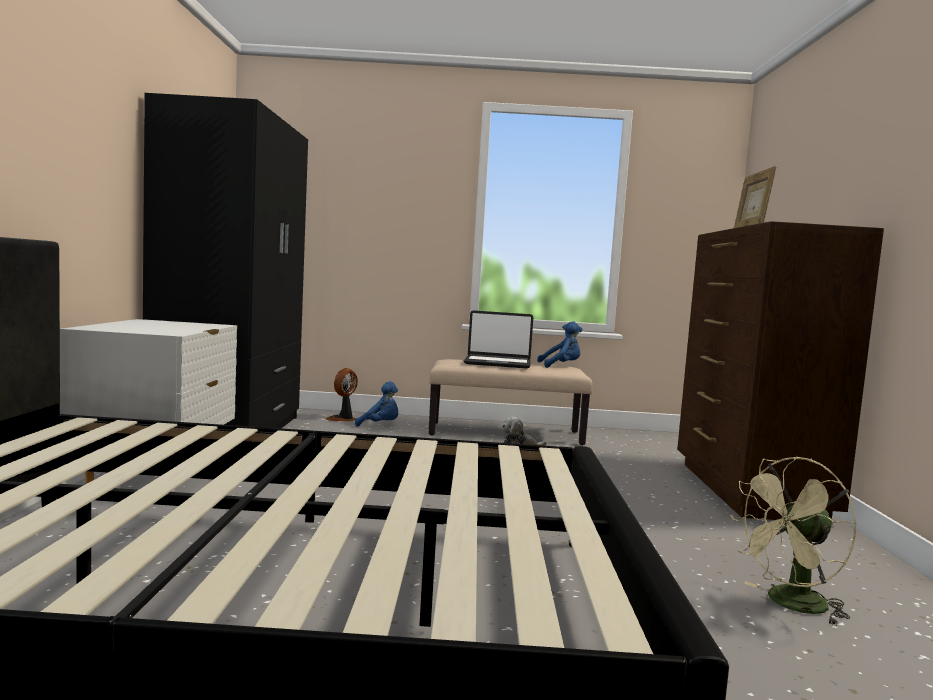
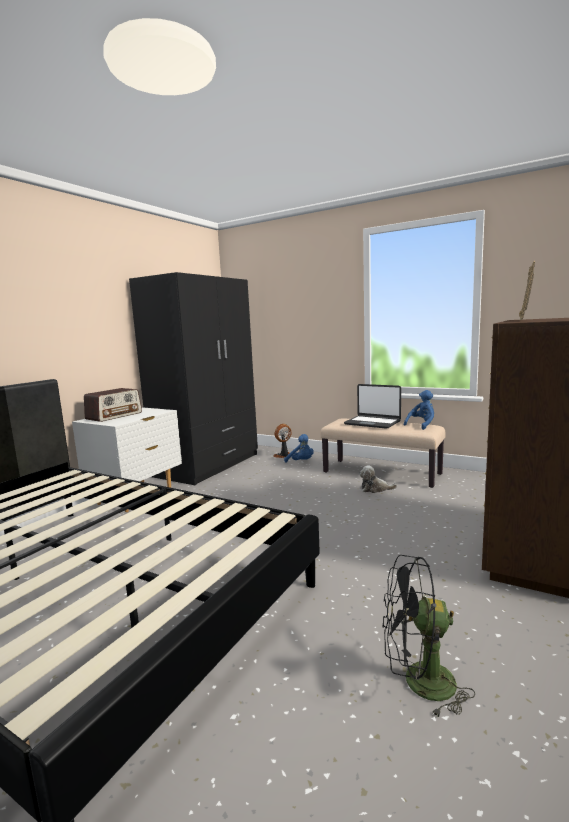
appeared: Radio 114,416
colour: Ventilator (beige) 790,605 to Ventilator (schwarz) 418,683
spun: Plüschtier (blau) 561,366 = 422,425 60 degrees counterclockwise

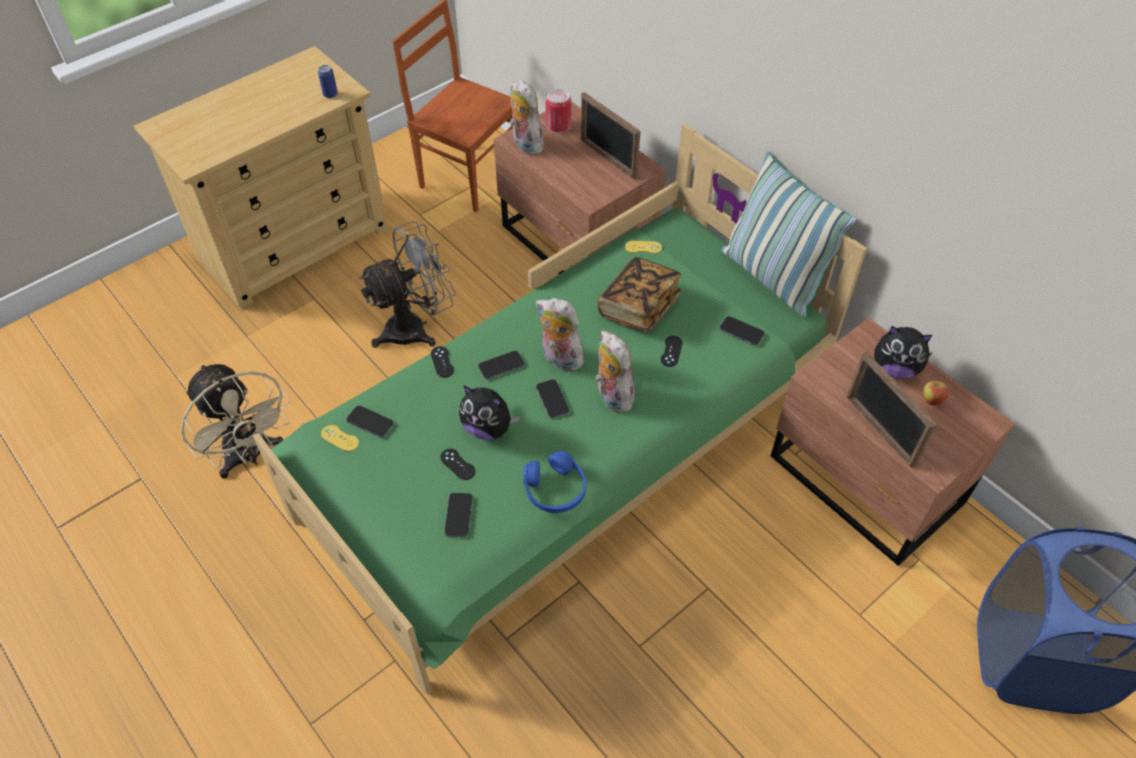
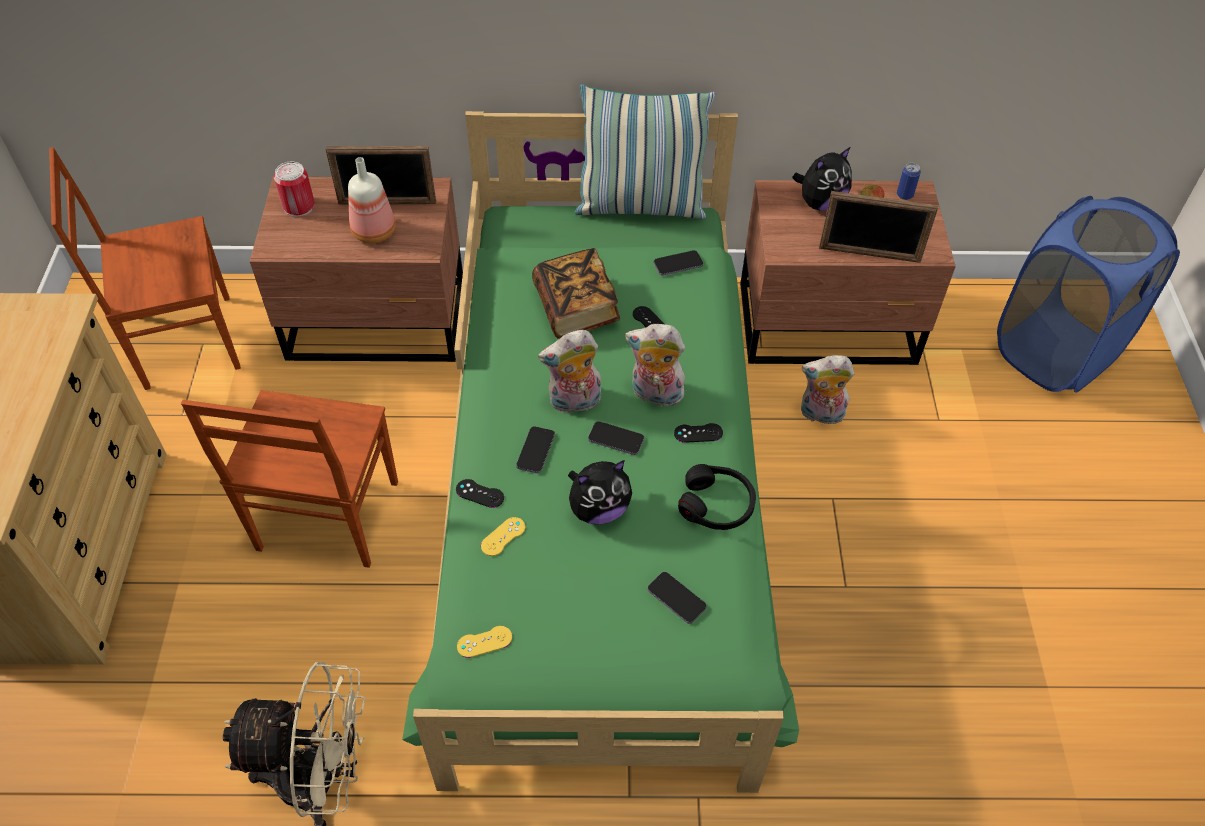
missing: Handy 370,422
appeared: Flasche 372,232
relocated: Gamepad (gelb) 643,247 to 503,536; Gamepad (schwarz) 457,464 to 698,433; Plüschtier 525,144 to 820,415; Dose 330,94 to 904,195
exchanged: Ventilator (grau) 415,327 to Stuhl (braun) 325,517
colour: Kopfhörer (blau) 555,489 to Kopfhörer (schwarz) 717,504

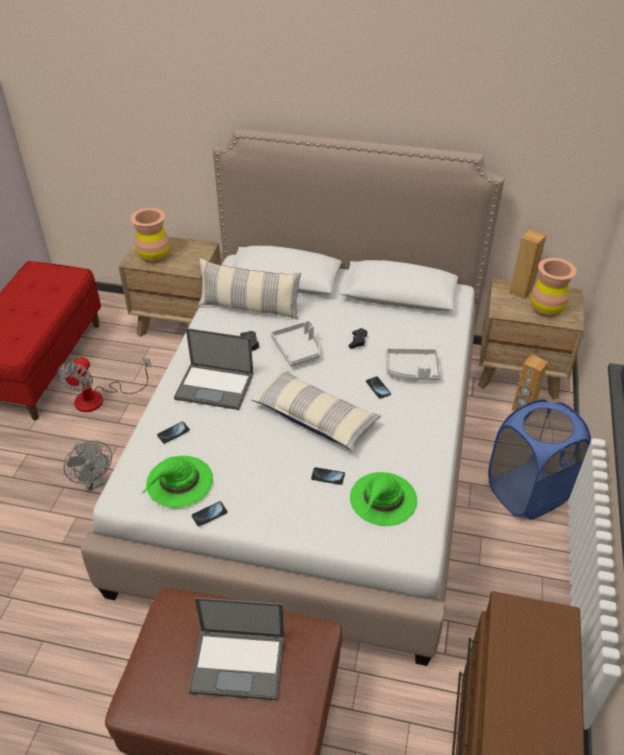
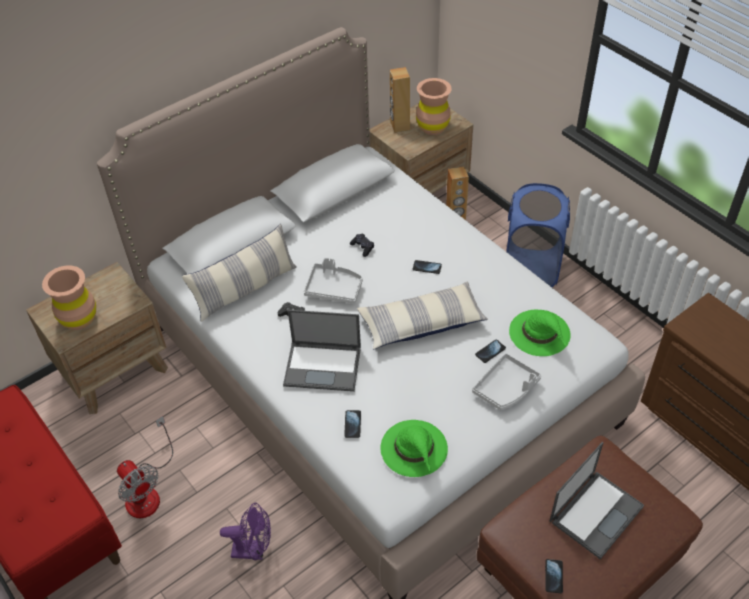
relocated: Tablett (grau) 412,370 to 506,388; Handy 209,514 to 553,576
colour: Ventilator (grau) 93,482 to Ventilator (lila) 254,550
spun: Laptop 215,386 = 324,366 45 degrees clockwise

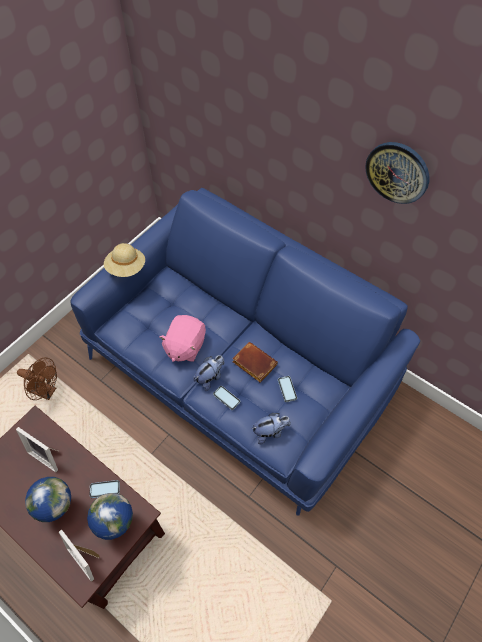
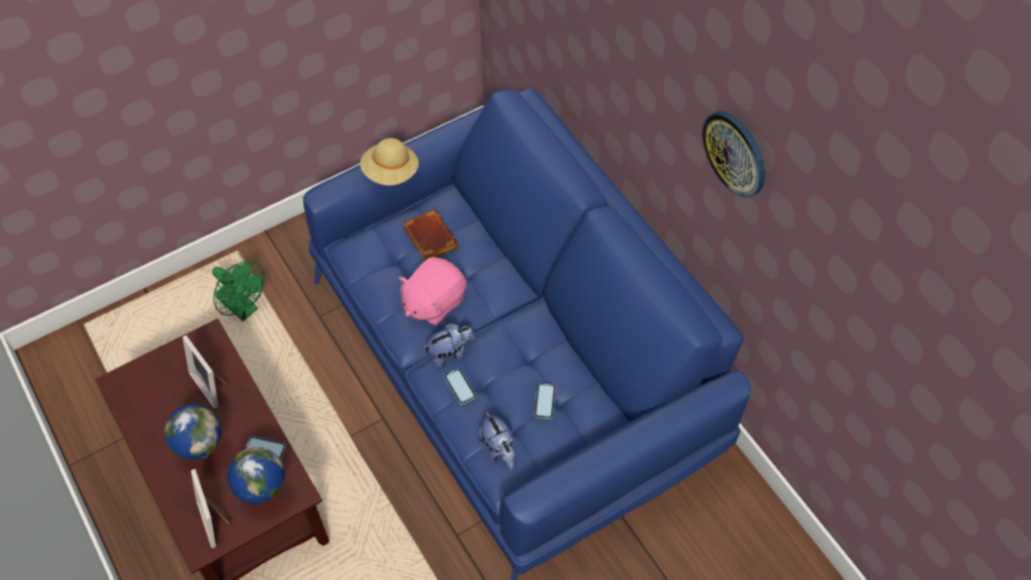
relocated: Buch (braun) 253,364 to 428,238
colour: Ventilator (braun) 46,391 to Ventilator (grün) 244,309
spun: Plüschtier 270,432 = 499,449 60 degrees clockwise

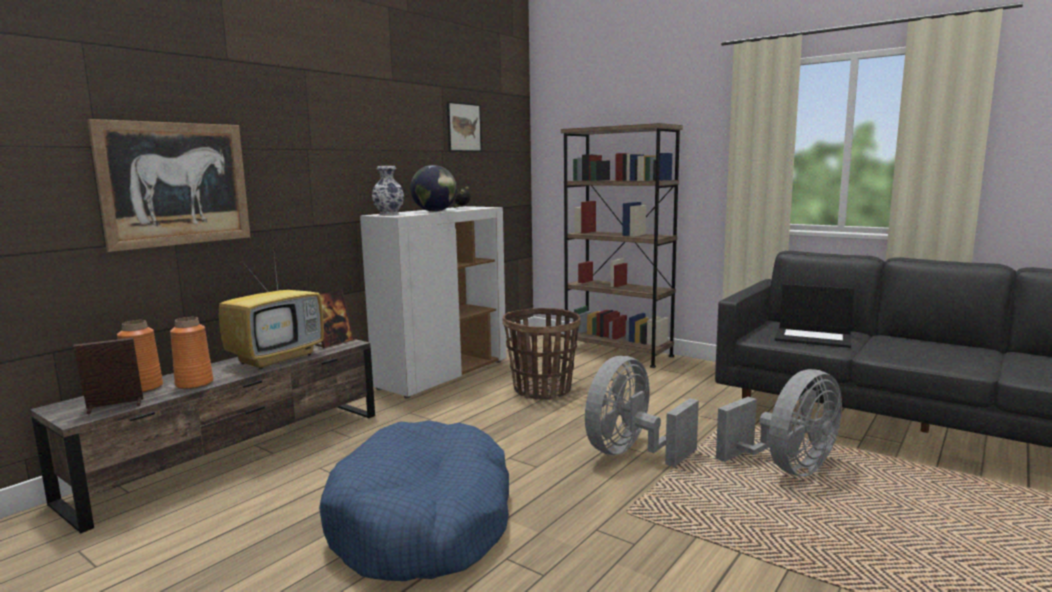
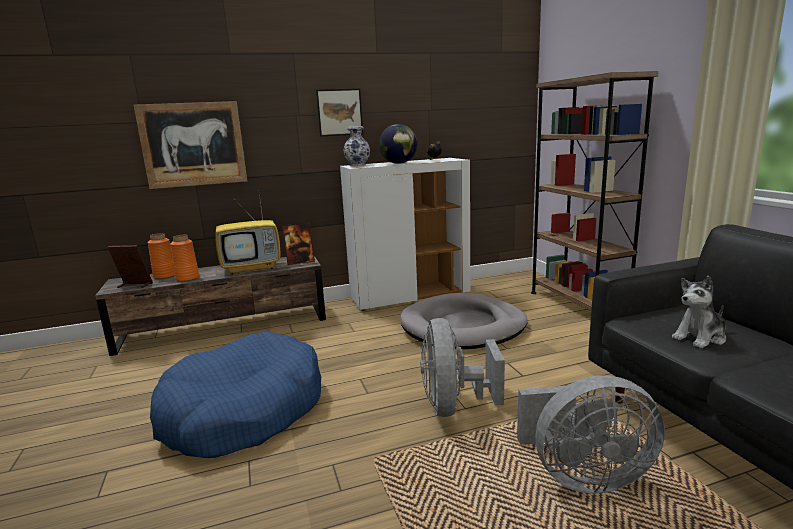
relocated: Bild 464,127 to 339,112
exchanged: Korb 542,390 to Hundebett (grau) 463,326; Laptop 814,338 to Plüschtier 700,337
spun: Ventilator (grau) 631,453 = 454,406 75 degrees counterclockwise

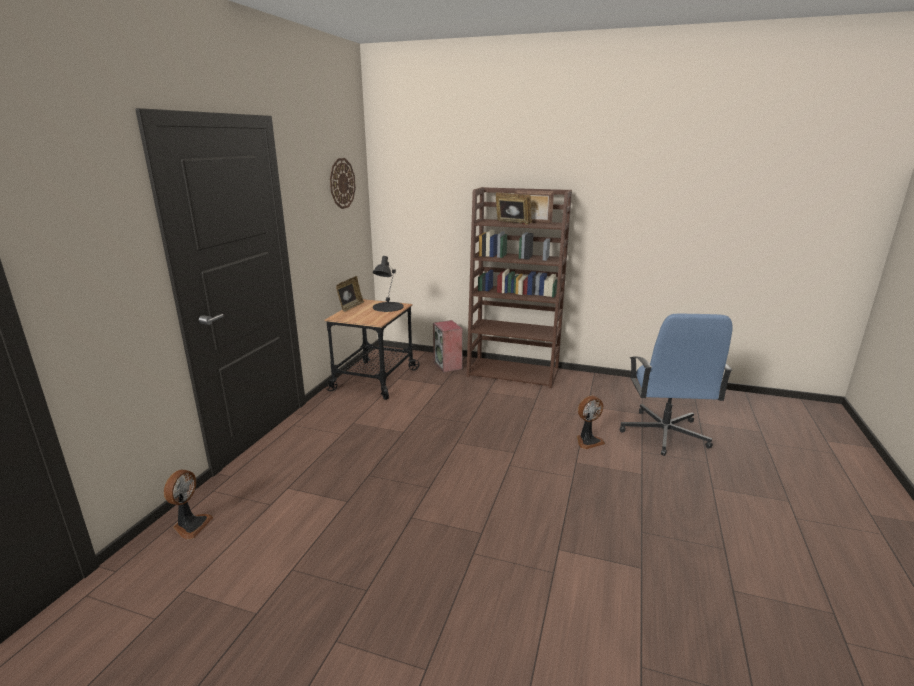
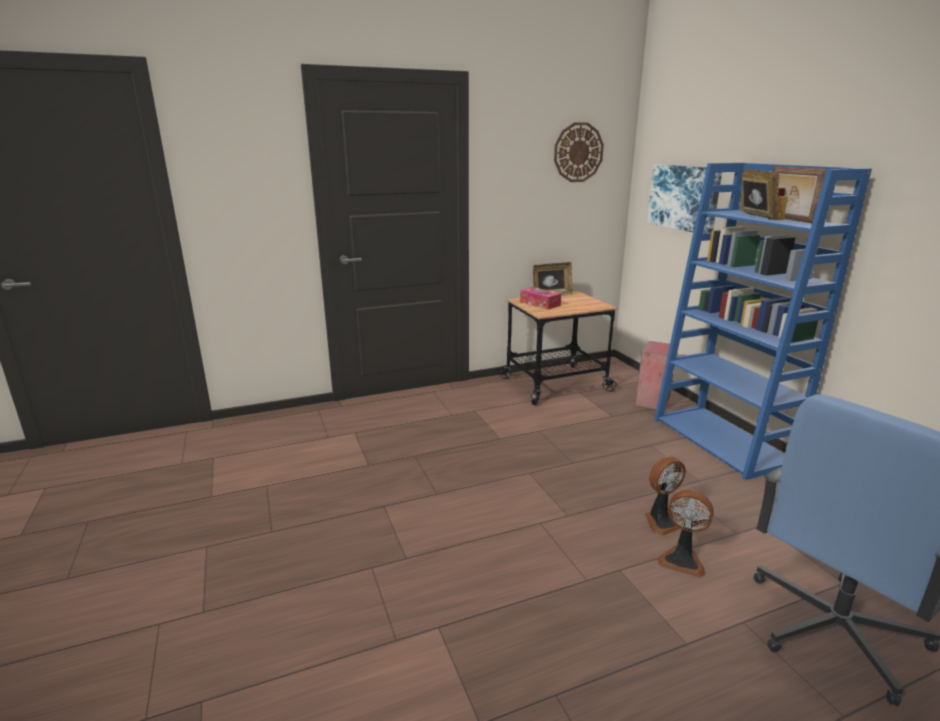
missing: Tischlampe (schwarz) 387,307
appeared: Taschentuchbox 540,304; Bild 684,198
relocated: Ventilator 191,525 to 662,521
colour: Bücherregal (braun) 514,373 to Bücherregal (blau) 723,441

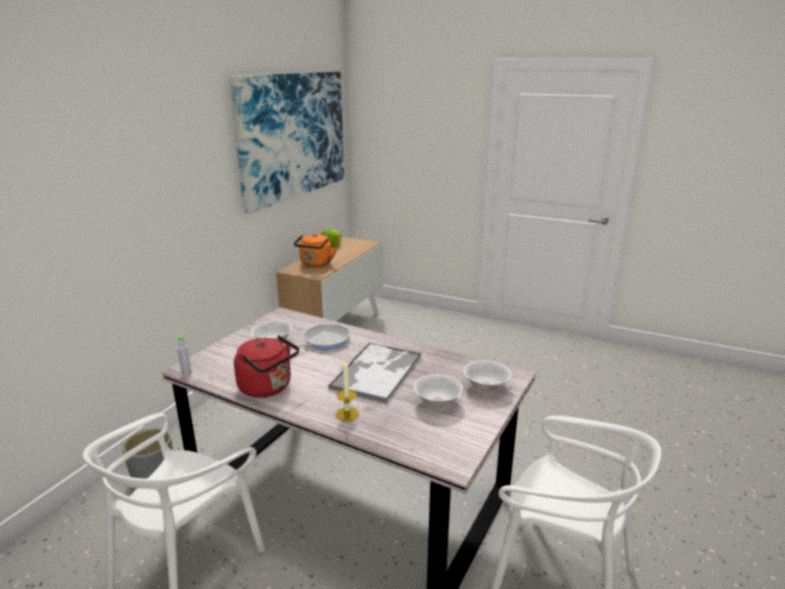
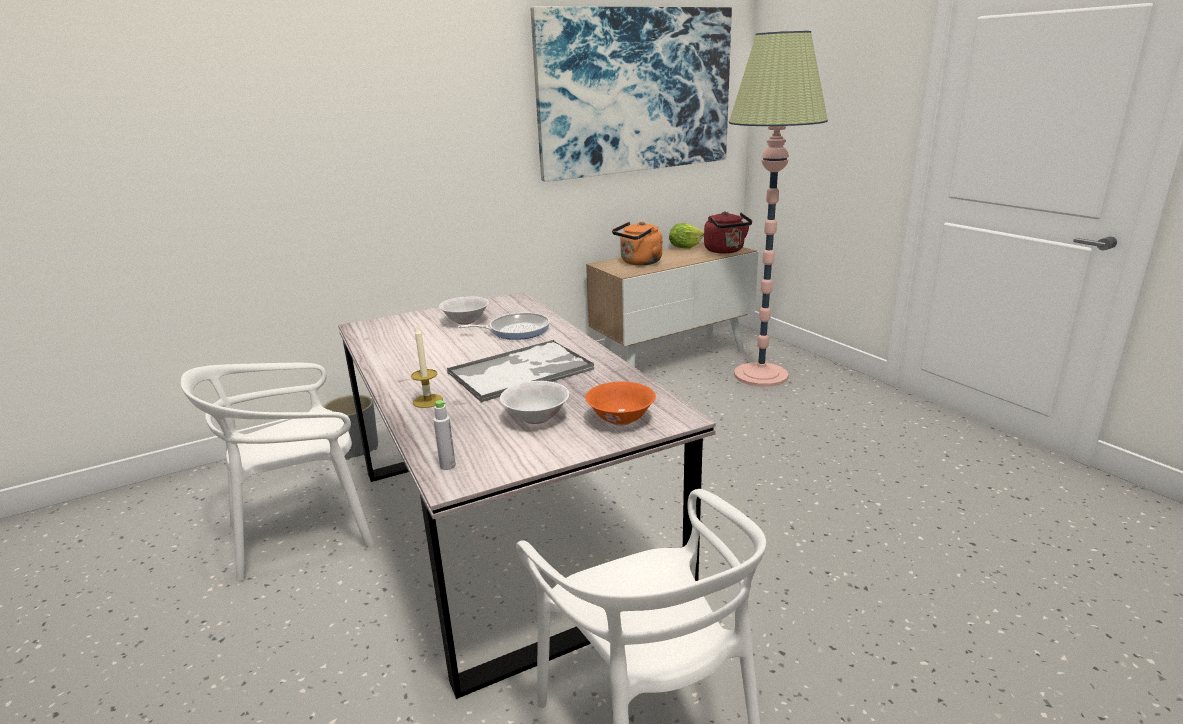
appeared: Stehlampe 760,375
relocated: Flasche (grau) 186,373 to 447,466; Wasserkessel (rot) 268,388 to 725,251
colour: Schüssel (weiß) 486,386 to Schüssel (orange) 621,419

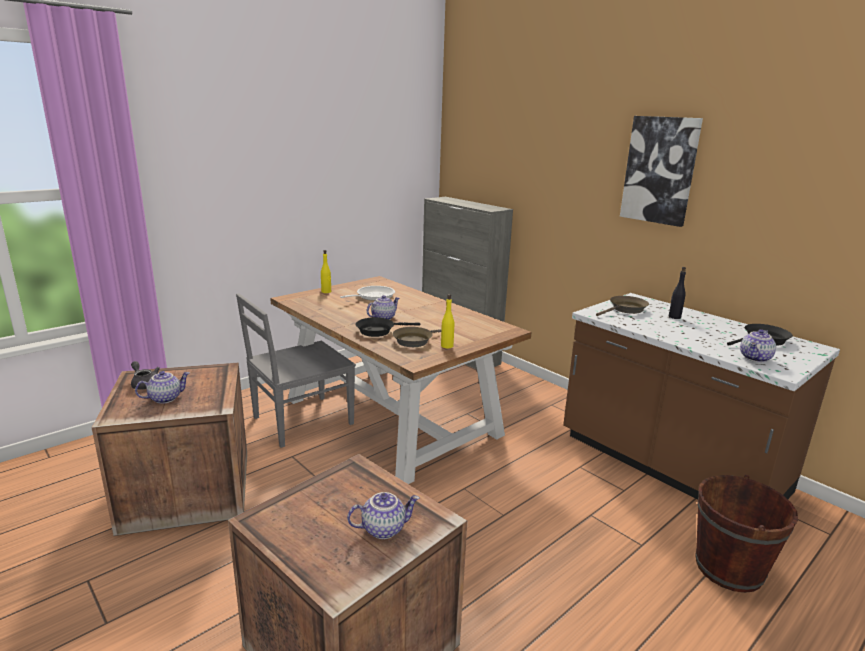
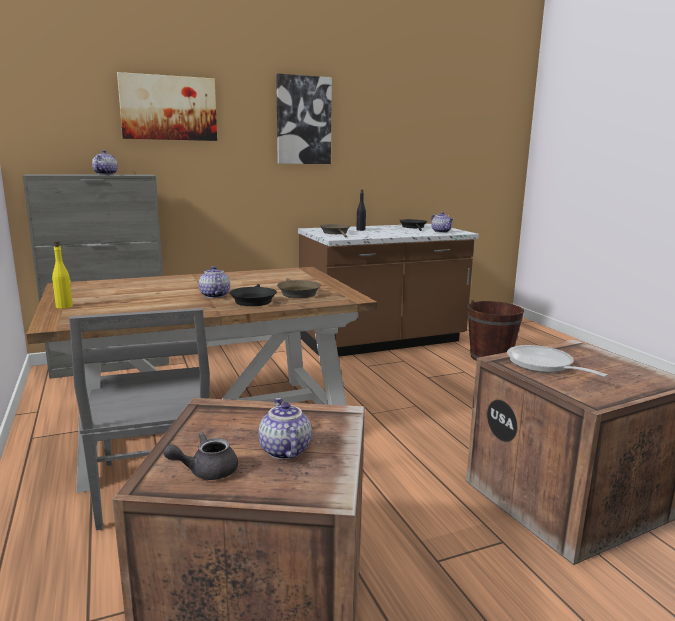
missing: Flasche (gelb) 447,346
appeared: Bild 168,108
relocated: Teekanne 384,528 to 105,174; Pfanne 372,296 to 543,365

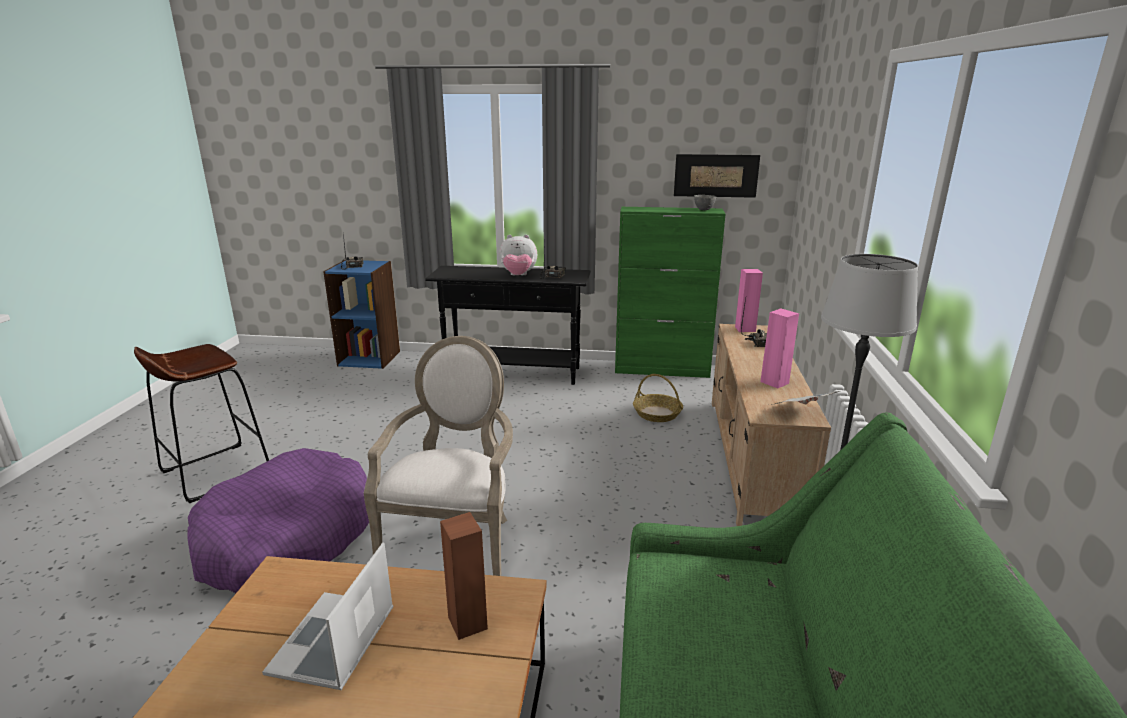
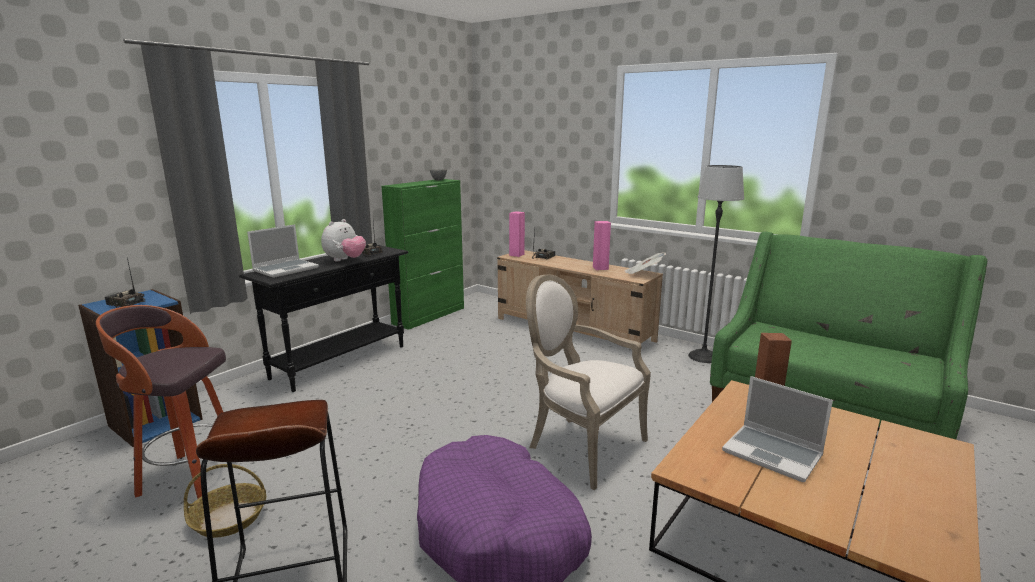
missing: Bild 716,175
appeared: Hocker 188,477; Laptop 286,269
relocated: Korb 657,414 to 229,518

